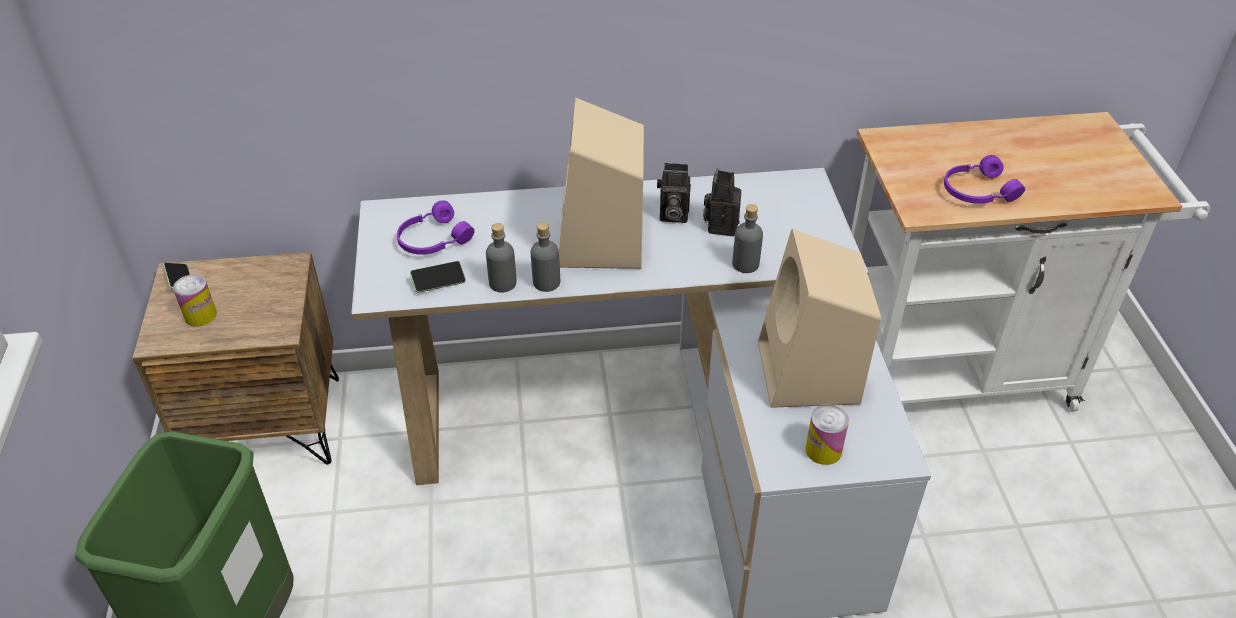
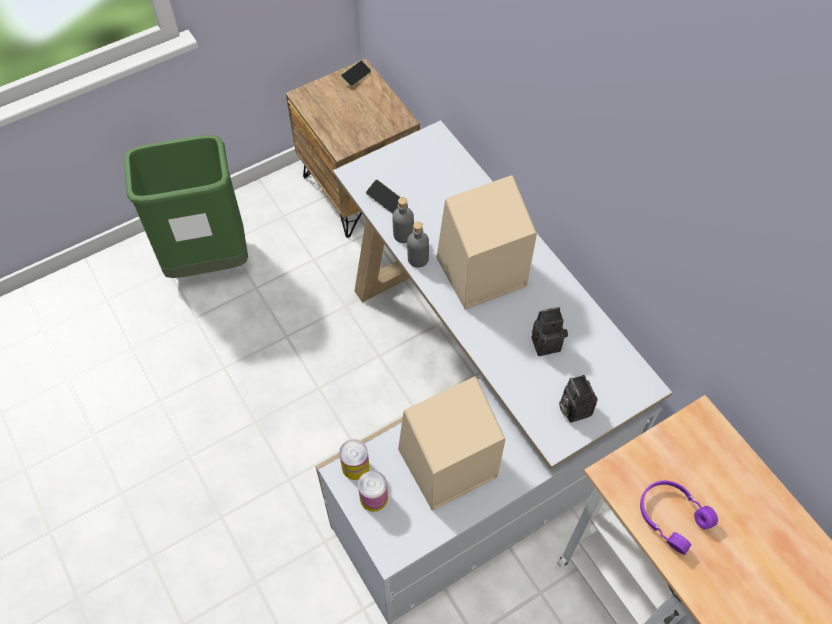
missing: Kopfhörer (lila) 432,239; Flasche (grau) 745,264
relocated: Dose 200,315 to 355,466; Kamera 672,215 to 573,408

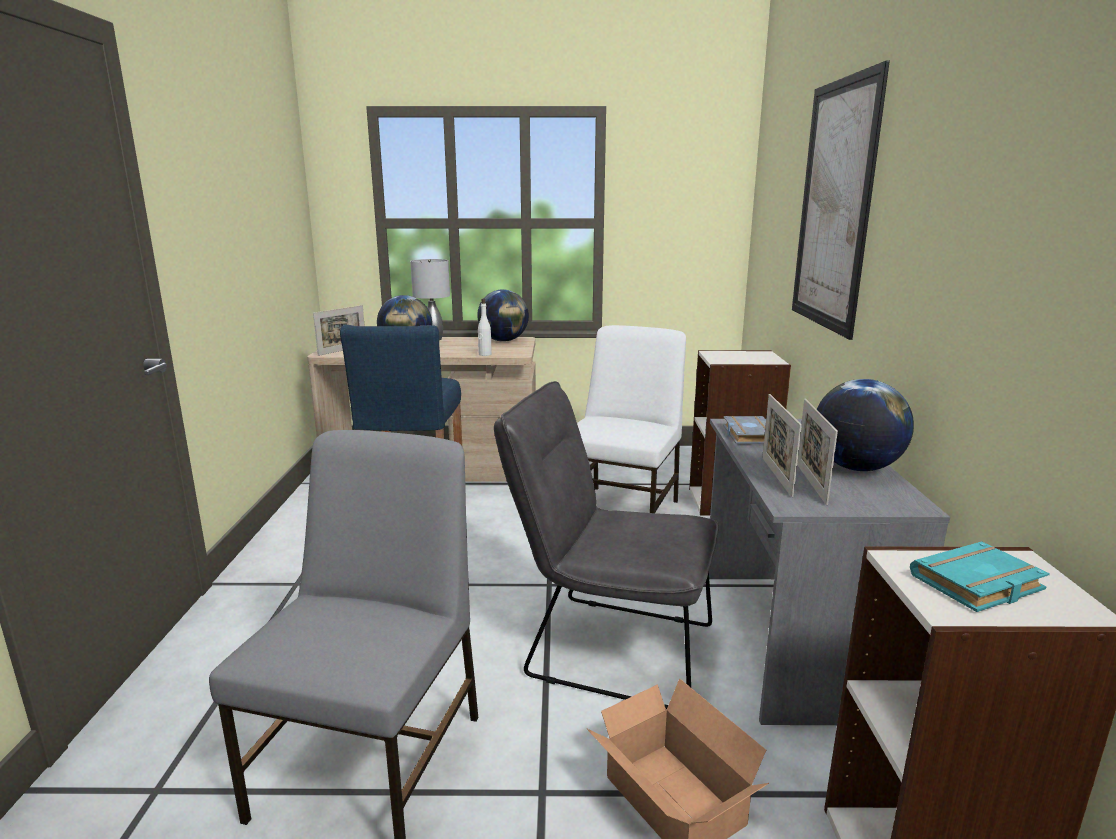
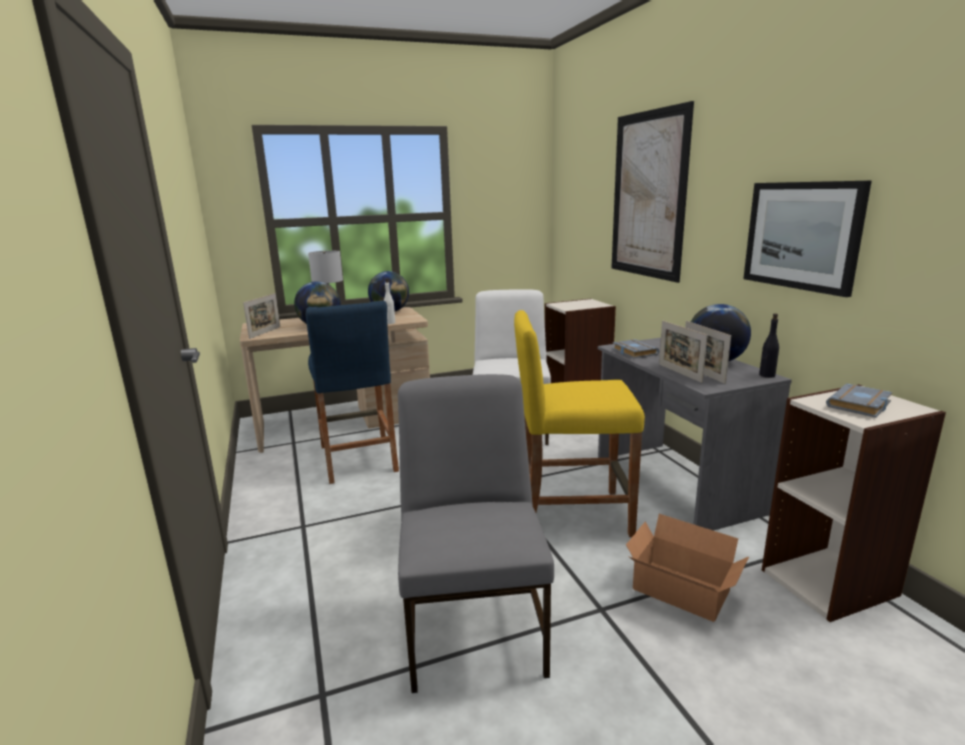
appeared: Bild 802,235; Flasche (schwarz) 767,375
exchanged: Stuhl (grau) 607,647 to Hocker (gelb) 571,514
colour: Buch (türkis) 978,585 to Buch (grau) 860,406

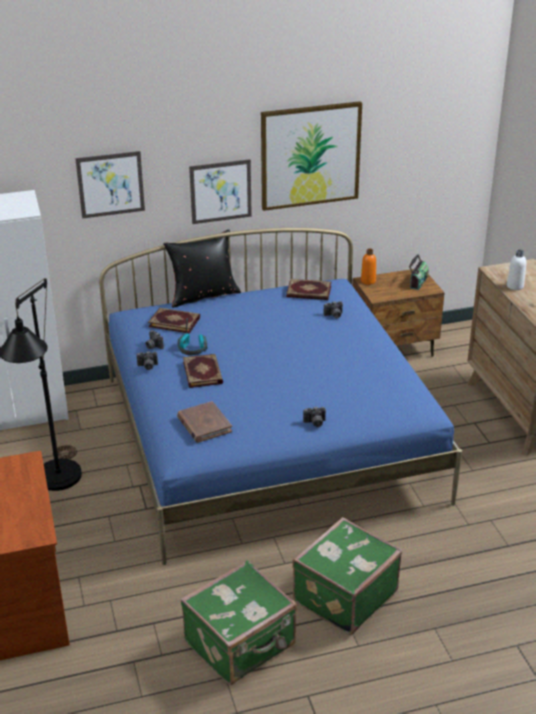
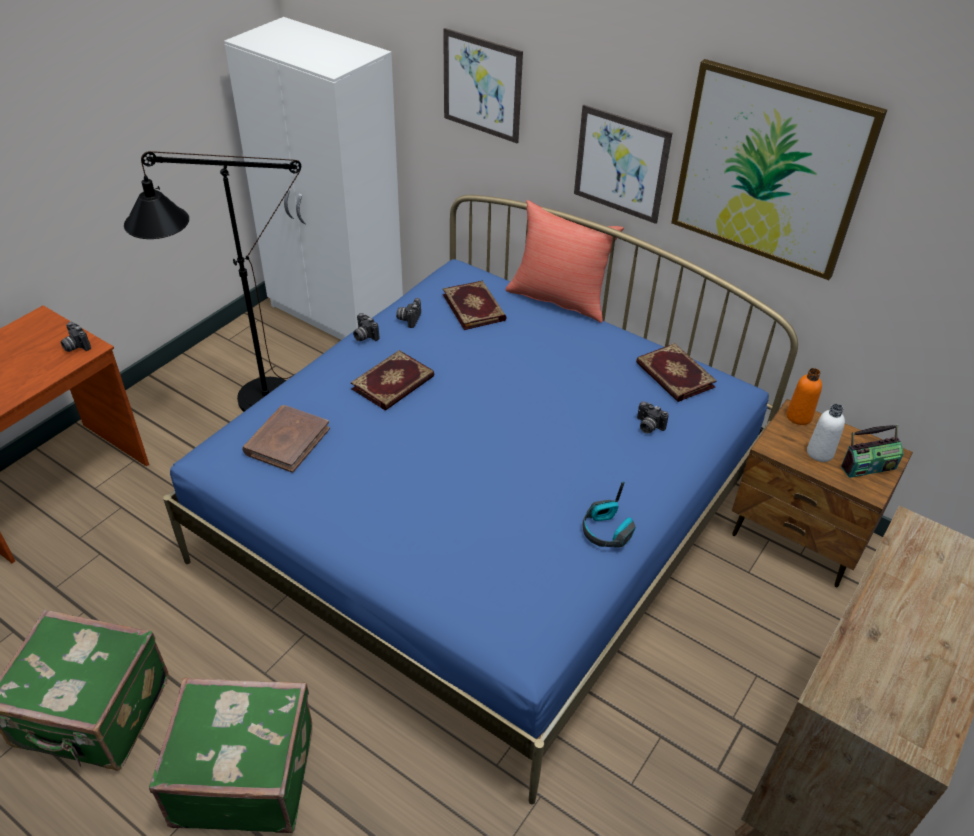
relocated: Kamera 315,423 to 75,346; Kopfhörer 192,349 to 606,531; Flasche (weiß) 515,286 to 819,453
colour: Kissen (schwarz) 203,295 to Kissen (rot) 559,299

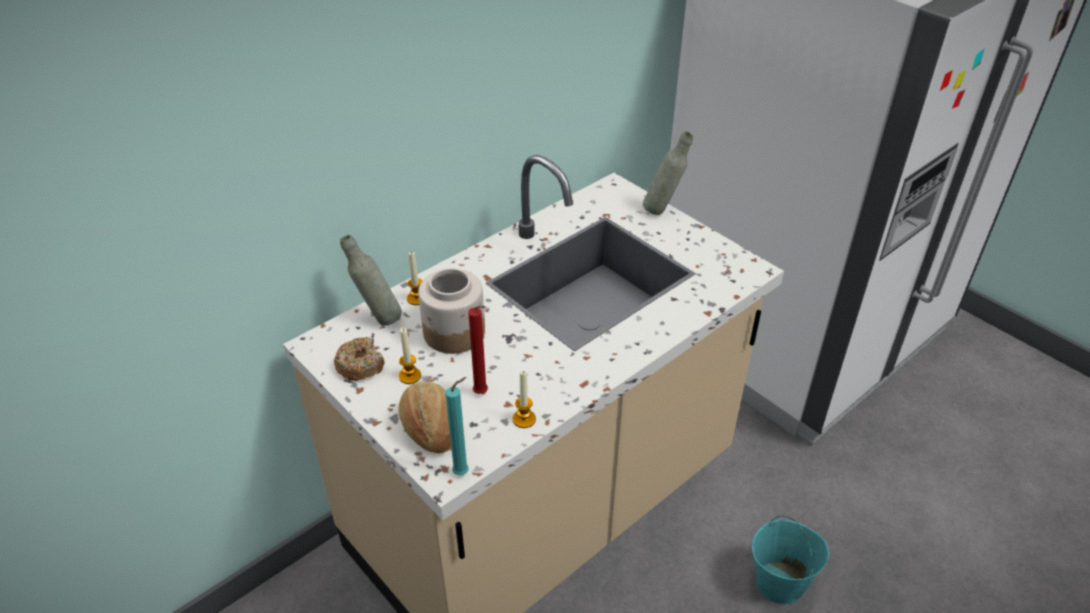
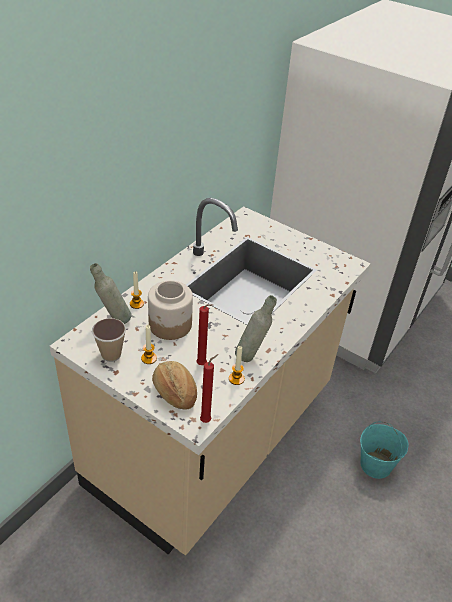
relocated: Flasche (grau) 663,210 to 251,355
exchanged: Donut 360,365 to Tasse 111,354
colour: Kerze (türkis) 463,472 to Kerze (rot) 207,420

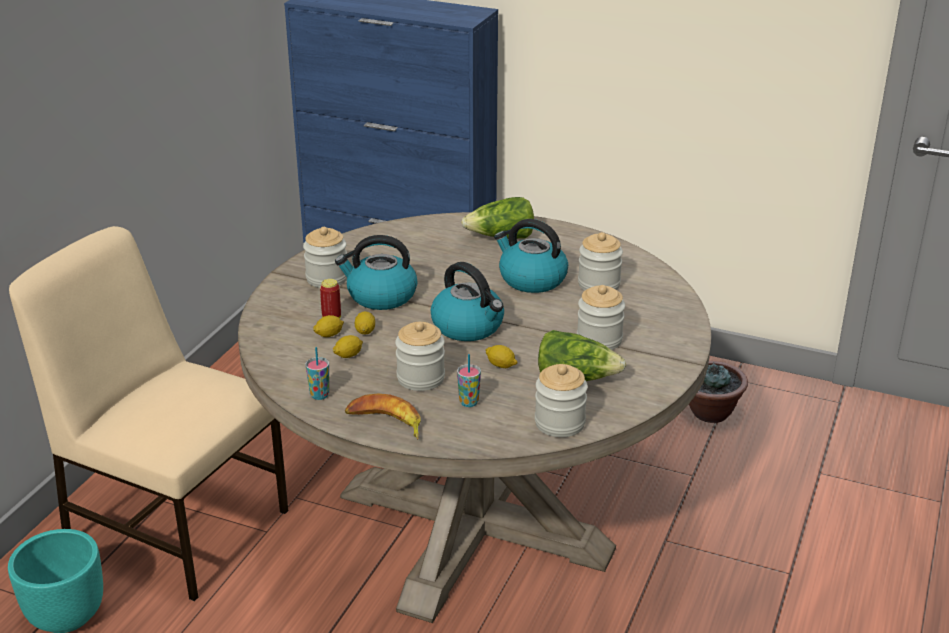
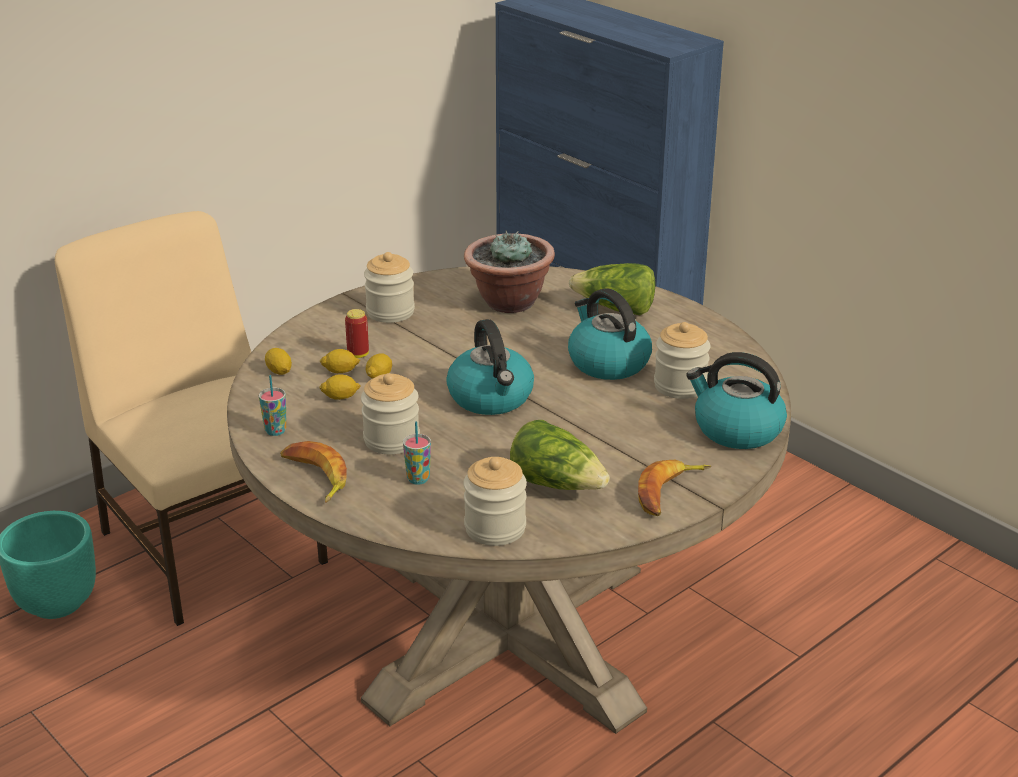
missing: Vorratsglas 599,340
appeared: Banane 669,493
relocated: Zitrone 501,365 to 279,371; Topfpflanze 709,413 to 508,302; Wasserkessel 380,296 to 736,429

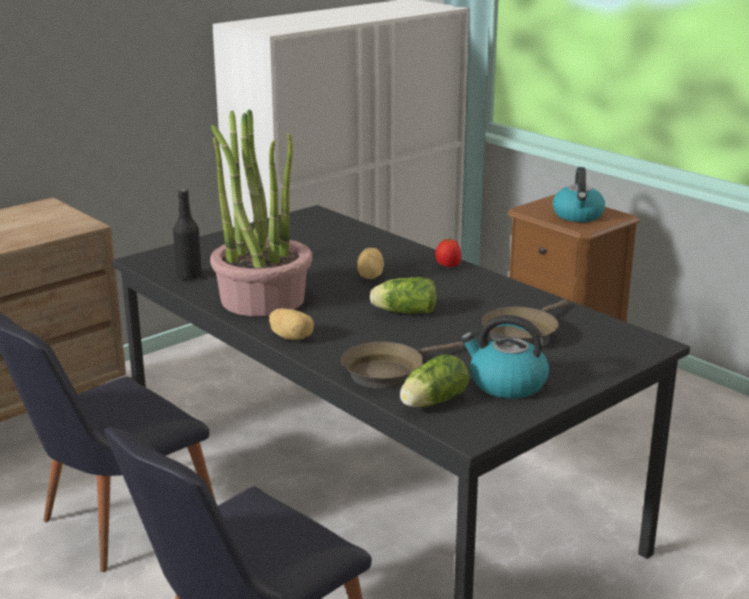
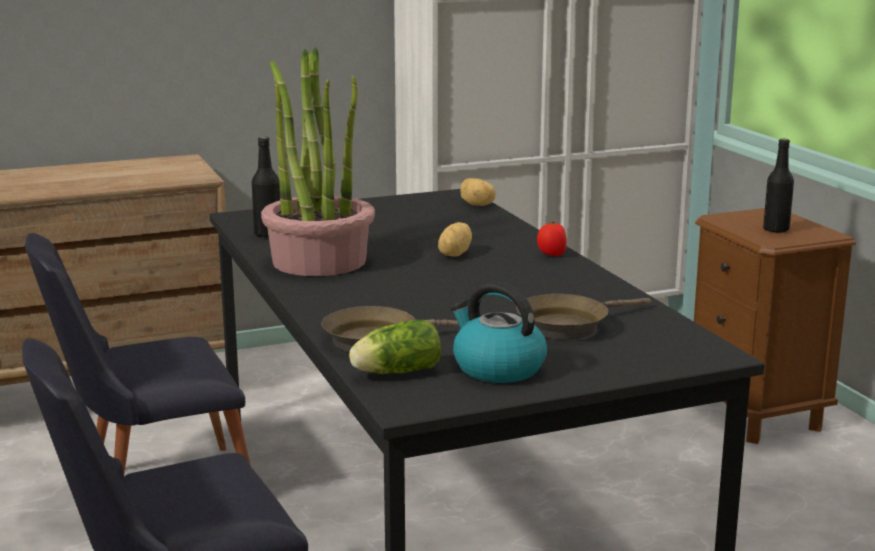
missing: Salatkopf 402,312
relocated: Kartoffel 292,337 to 477,205
exchanged: Wasserkessel 578,216 to Flasche (schwarz) 776,230

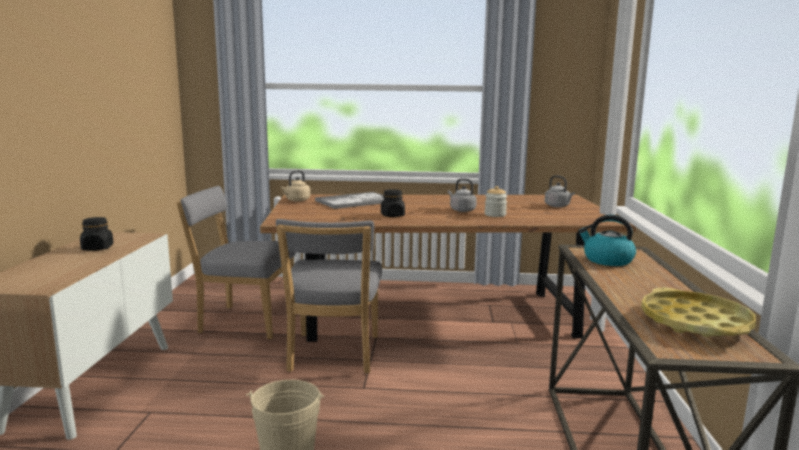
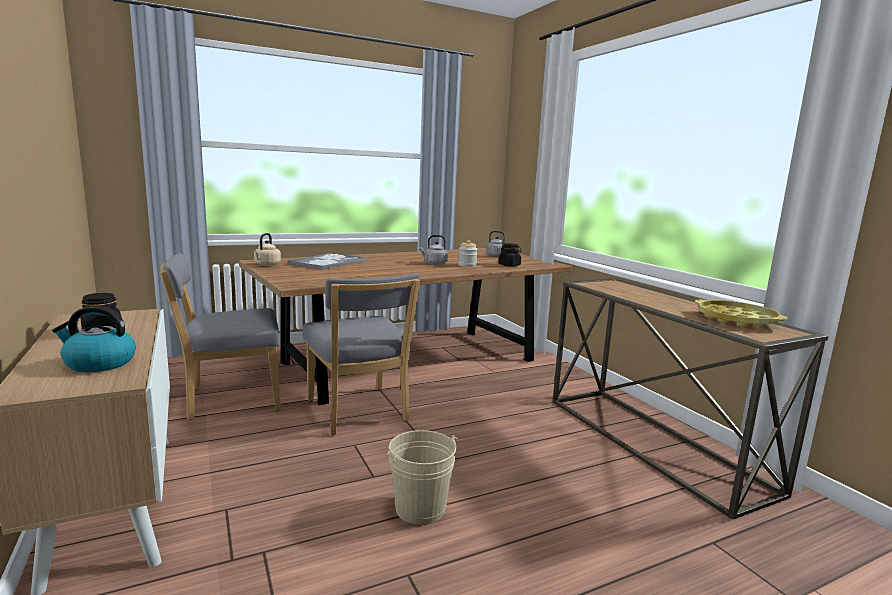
relocated: Wasserkessel 607,260 to 99,363; Vorratsglas (schwarz) 392,215 to 509,265

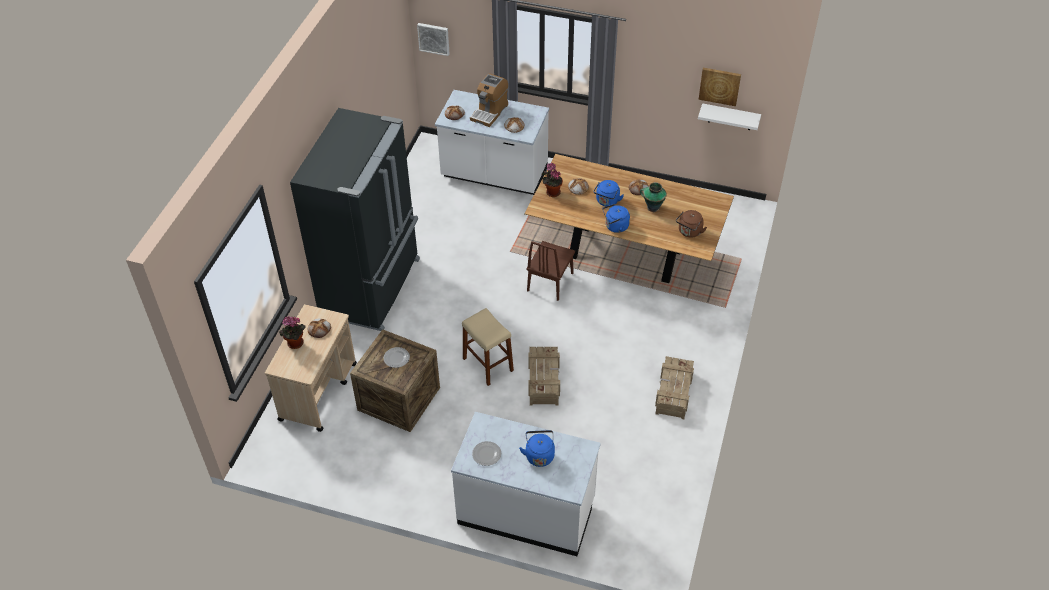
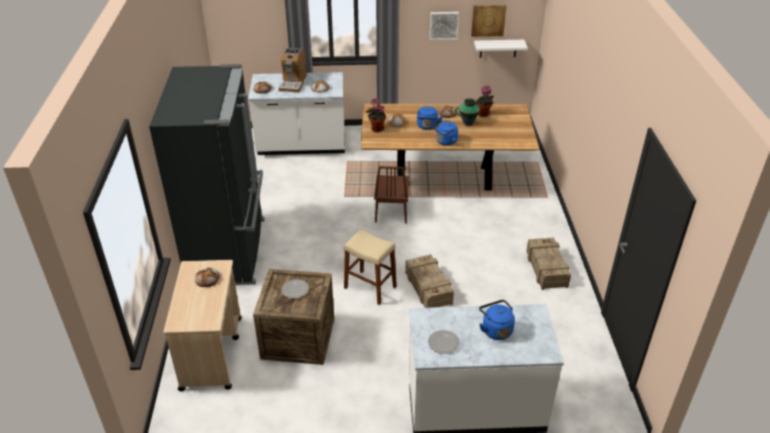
missing: Wasserkessel (braun) 689,232
relocated: Bild 434,38 to 443,25; Topfpflanze 295,344 to 483,115

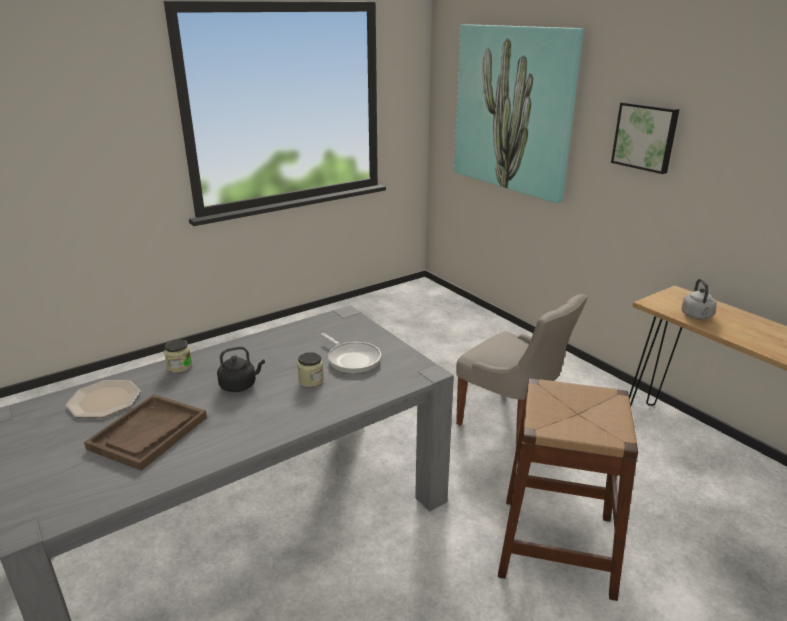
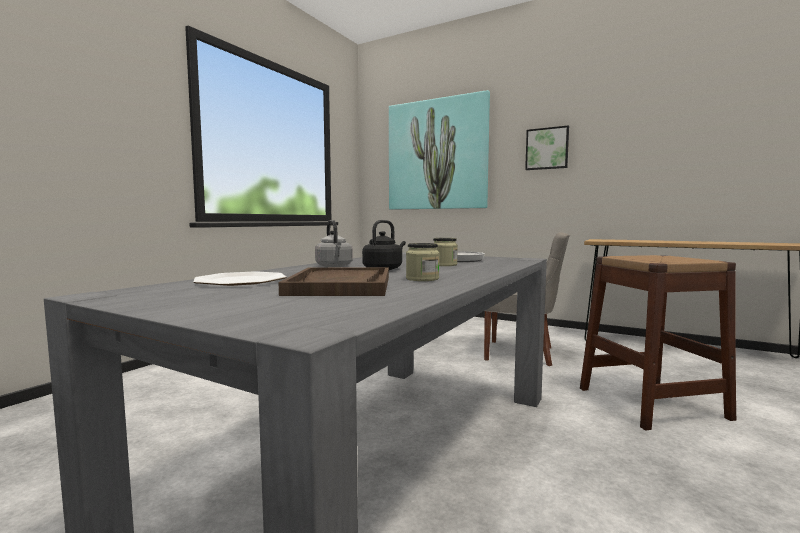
relocated: Wasserkessel (grau) 697,316 to 334,266; Vorratsglas 179,366 to 422,279

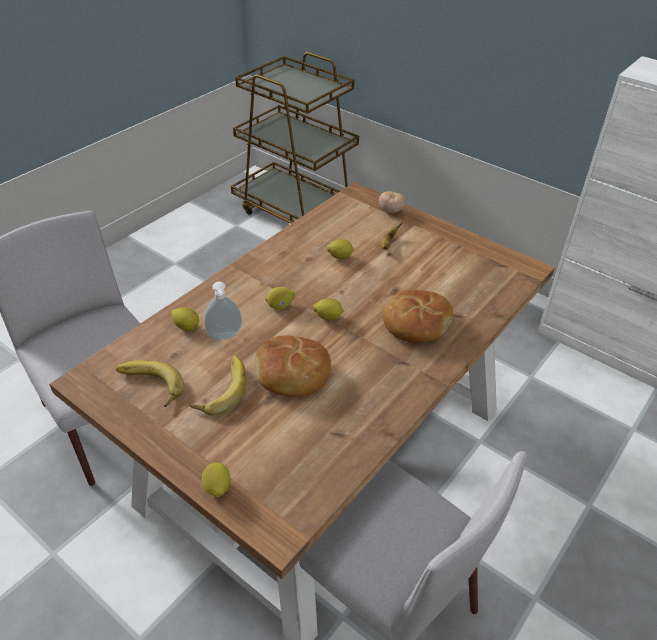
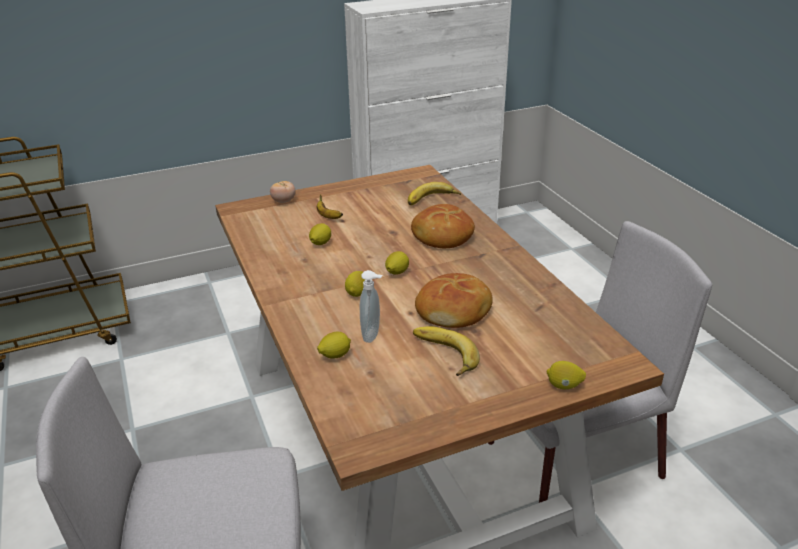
relocated: Banane 149,386 to 432,200

